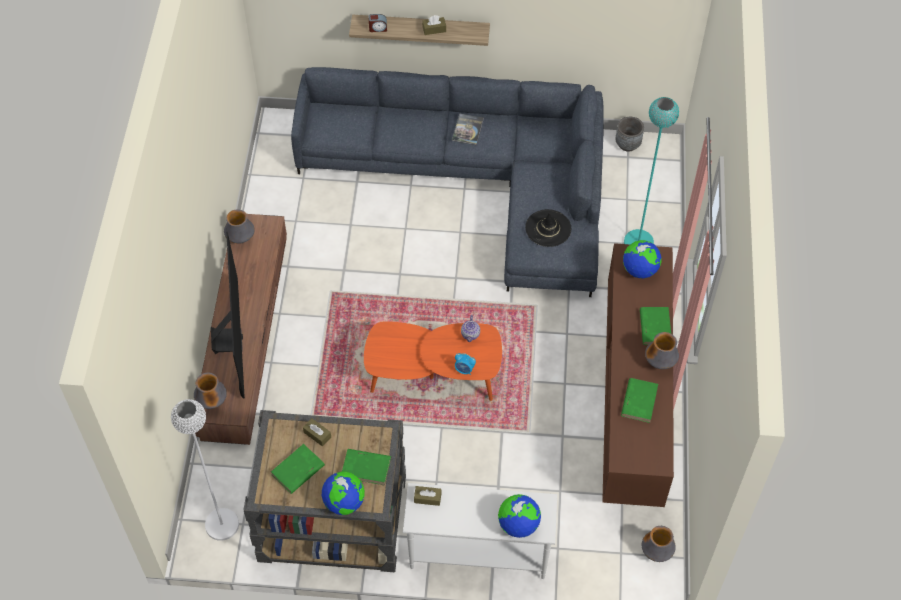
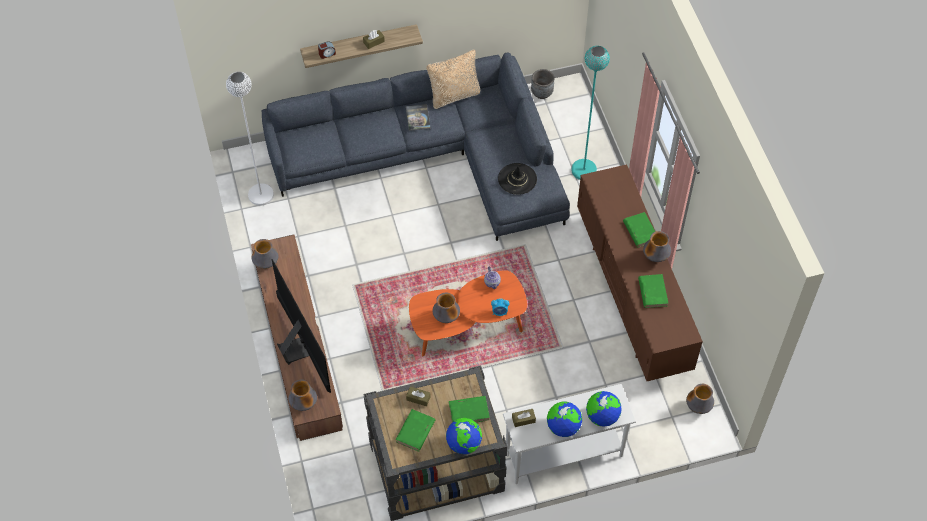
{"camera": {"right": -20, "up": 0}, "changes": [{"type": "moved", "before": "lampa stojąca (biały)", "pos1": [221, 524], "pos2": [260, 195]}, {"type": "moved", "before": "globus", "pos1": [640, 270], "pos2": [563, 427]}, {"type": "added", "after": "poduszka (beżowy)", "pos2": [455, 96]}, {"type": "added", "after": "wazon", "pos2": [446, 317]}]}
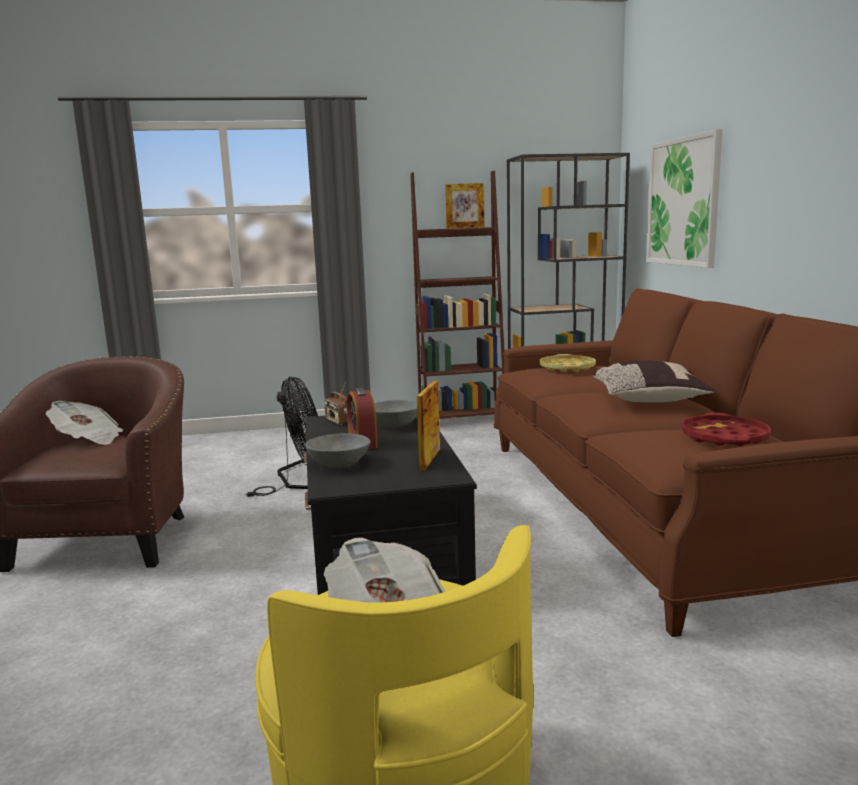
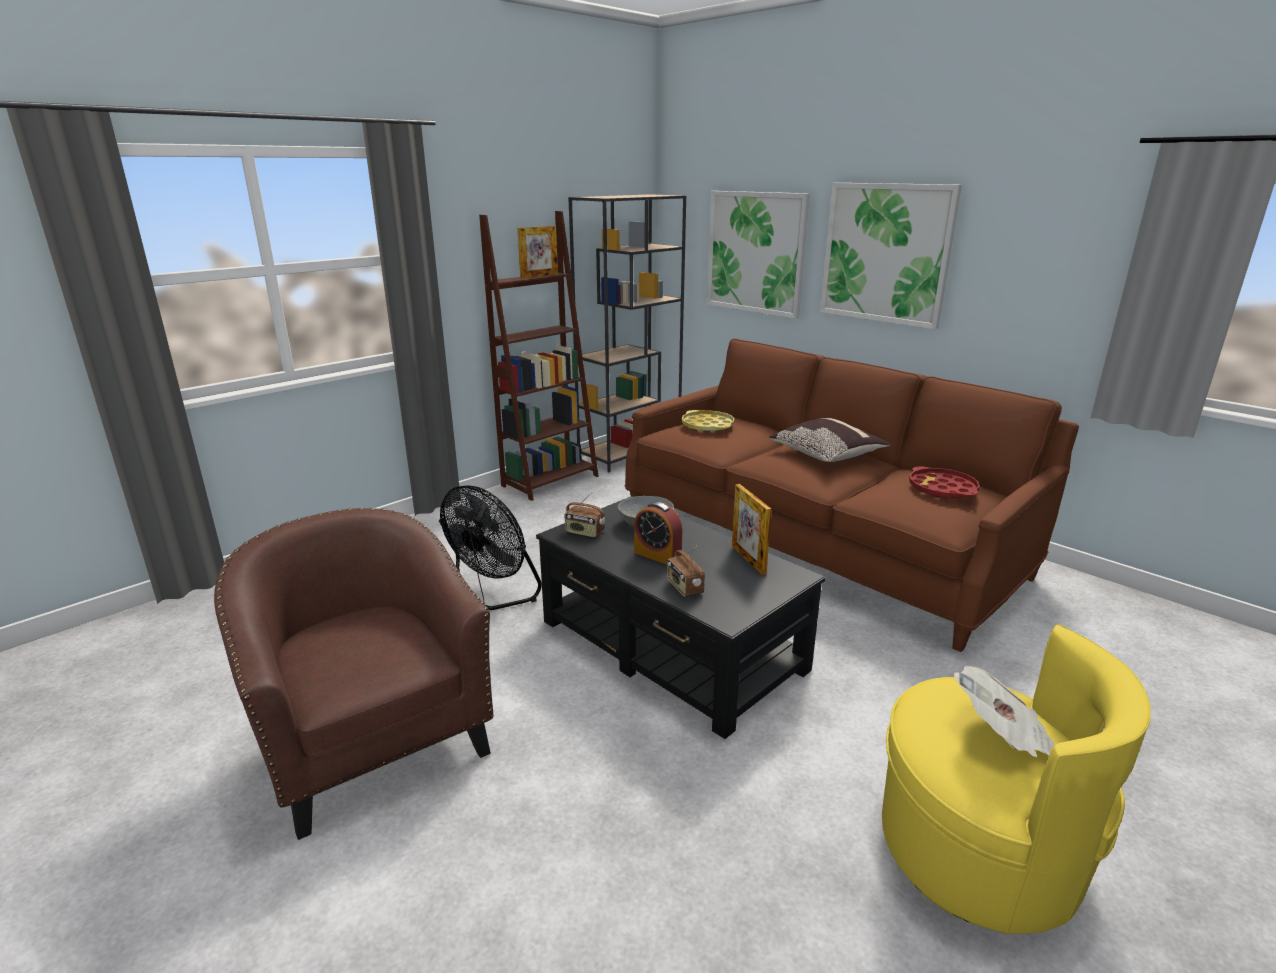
{"camera": {"right": -35, "up": 10}, "changes": [{"type": "removed", "before": "gazeta", "pos1": [88, 439]}, {"type": "replaced", "before": "miska (szary)", "after": "radio", "pos1": [339, 464], "pos2": [684, 587]}, {"type": "added", "after": "obraz", "pos2": [886, 253]}]}
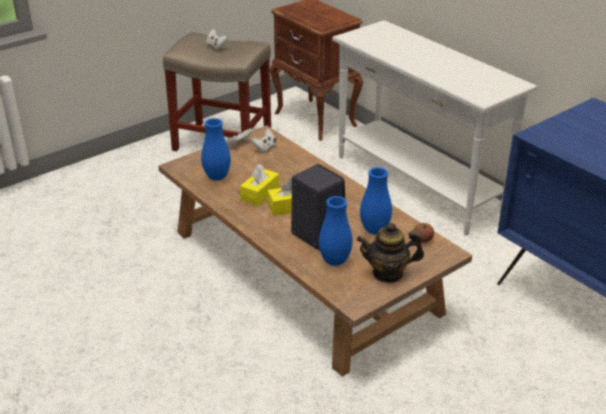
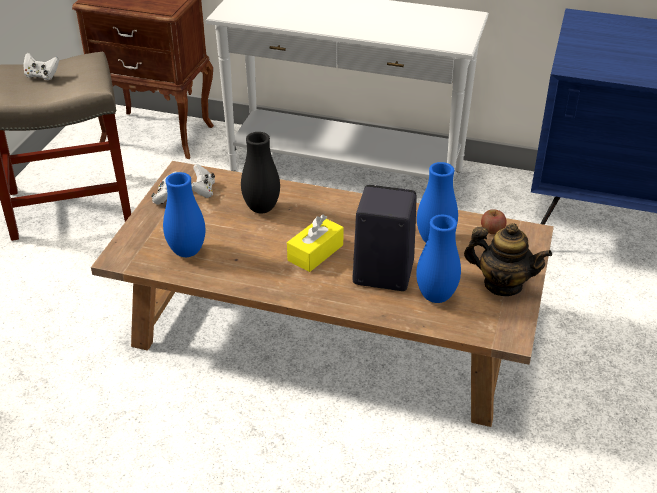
{"camera": {"right": -35, "up": 5}, "changes": [{"type": "removed", "before": "pudełko chusteczek (żółty)", "pos1": [260, 194]}, {"type": "turned", "before": "imbryk", "pos1": [388, 273], "pos2": [502, 284], "turn": -120}, {"type": "added", "after": "wazon (czarny)", "pos2": [261, 208]}]}
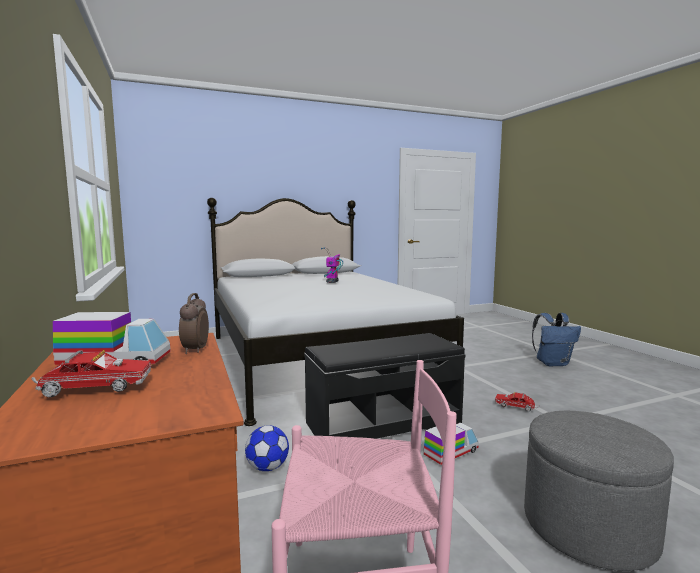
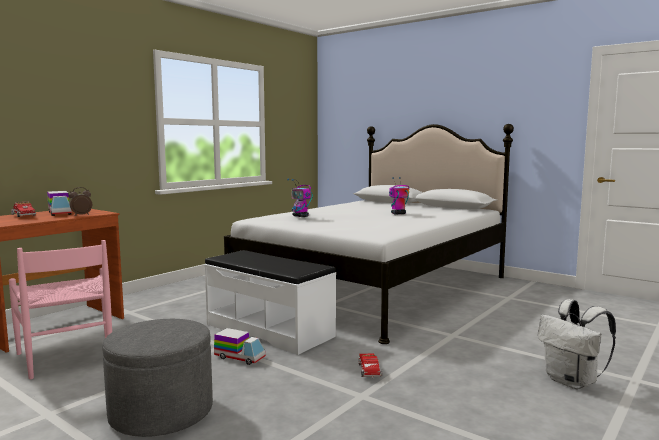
{"camera": {"right": 60, "up": 0}, "changes": [{"type": "removed", "before": "piłka futbolowa", "pos1": [267, 467]}, {"type": "recoloured", "before": "ławka (czarny)", "after": "ławka (biały)", "pos1": [382, 423], "pos2": [270, 330]}, {"type": "recoloured", "before": "plecak (niebieski)", "after": "plecak (biały)", "pos1": [553, 363], "pos2": [572, 382]}, {"type": "added", "after": "robot zabawkowy", "pos2": [300, 216]}]}
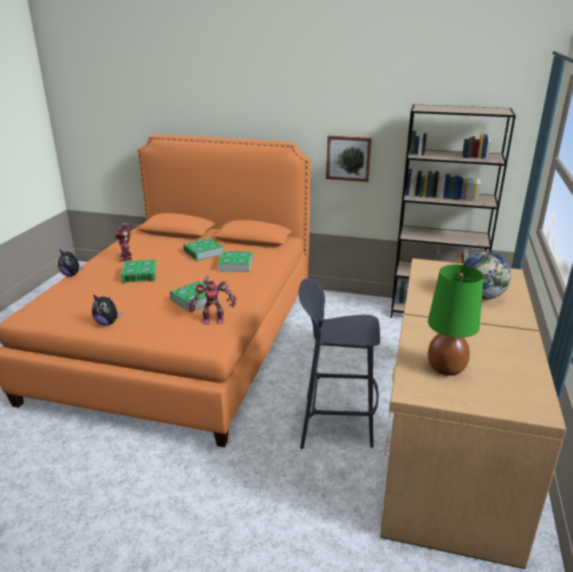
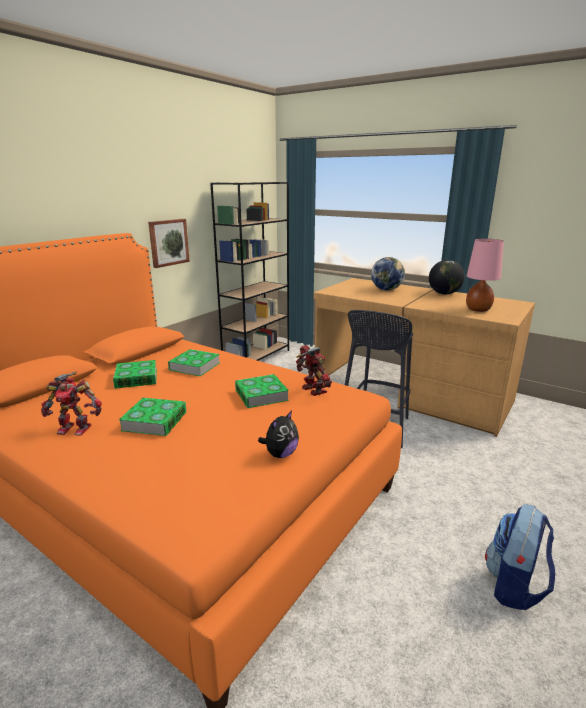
{"camera": {"right": -70, "up": -5}, "changes": [{"type": "removed", "before": "pluszak", "pos1": [71, 275]}, {"type": "turned", "before": "robot zabawkowy", "pos1": [213, 319], "pos2": [312, 390], "turn": -45}, {"type": "recoloured", "before": "lampa stołowa (zielony)", "after": "lampa stołowa (różowy)", "pos1": [446, 368], "pos2": [478, 310]}, {"type": "added", "after": "globus", "pos2": [444, 293]}, {"type": "added", "after": "plecak", "pos2": [514, 586]}]}
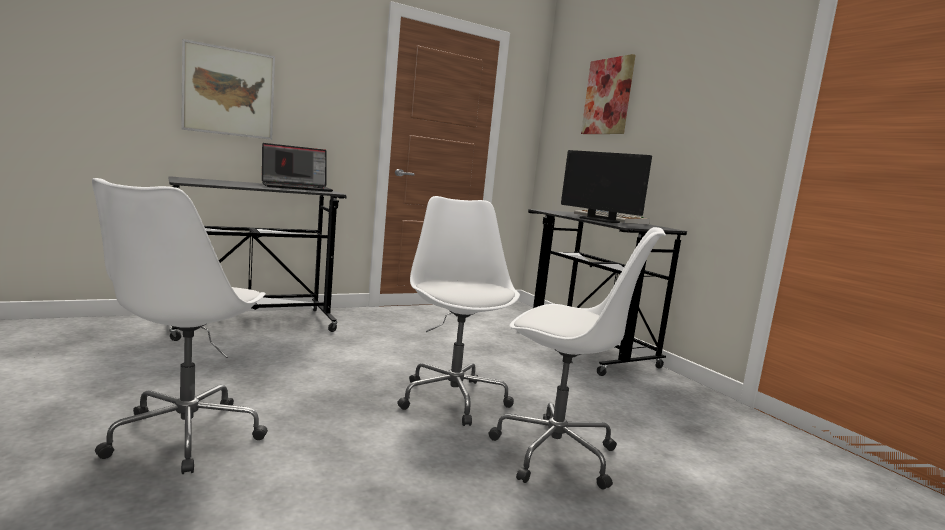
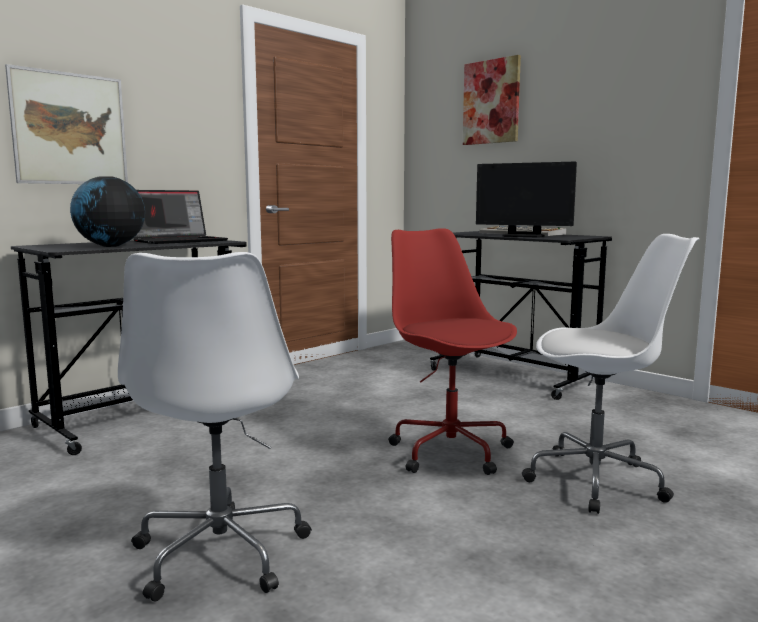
{"camera": {"right": -15, "up": 0}, "changes": [{"type": "recoloured", "before": "krzesło biurowe (biały)", "after": "krzesło biurowe (czerwony)", "pos1": [452, 398], "pos2": [448, 451]}, {"type": "added", "after": "globus", "pos2": [110, 246]}]}
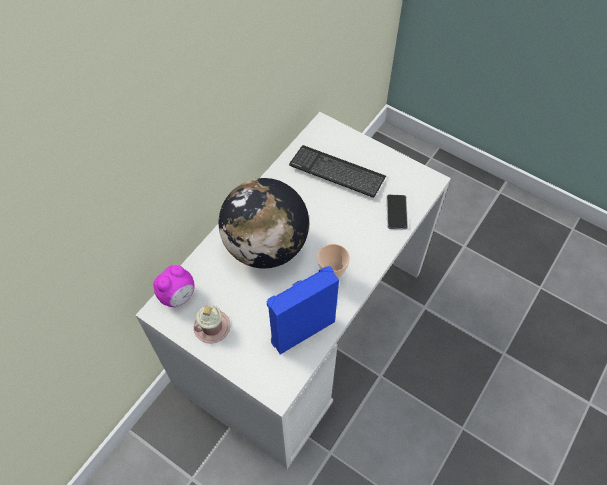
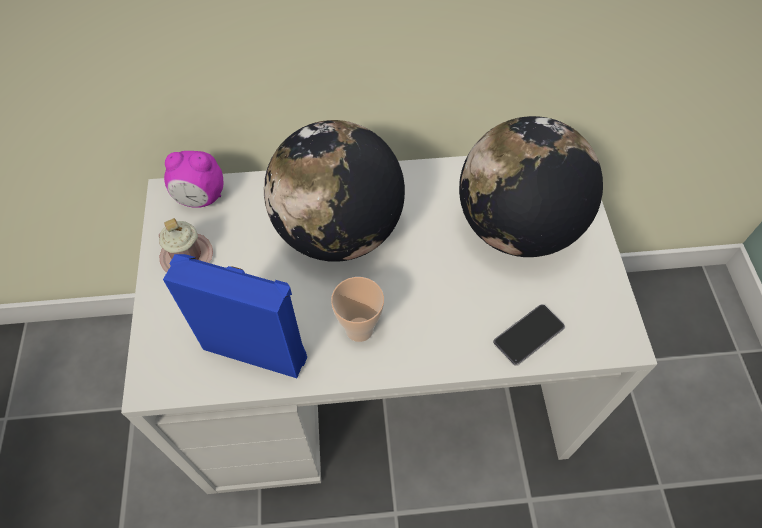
{"camera": {"right": 50, "up": 0}, "changes": [{"type": "replaced", "before": "klawiatura", "after": "globus", "pos1": [337, 172], "pos2": [516, 226]}]}
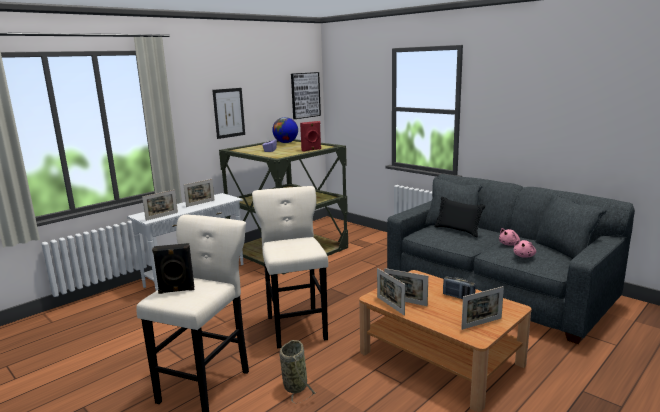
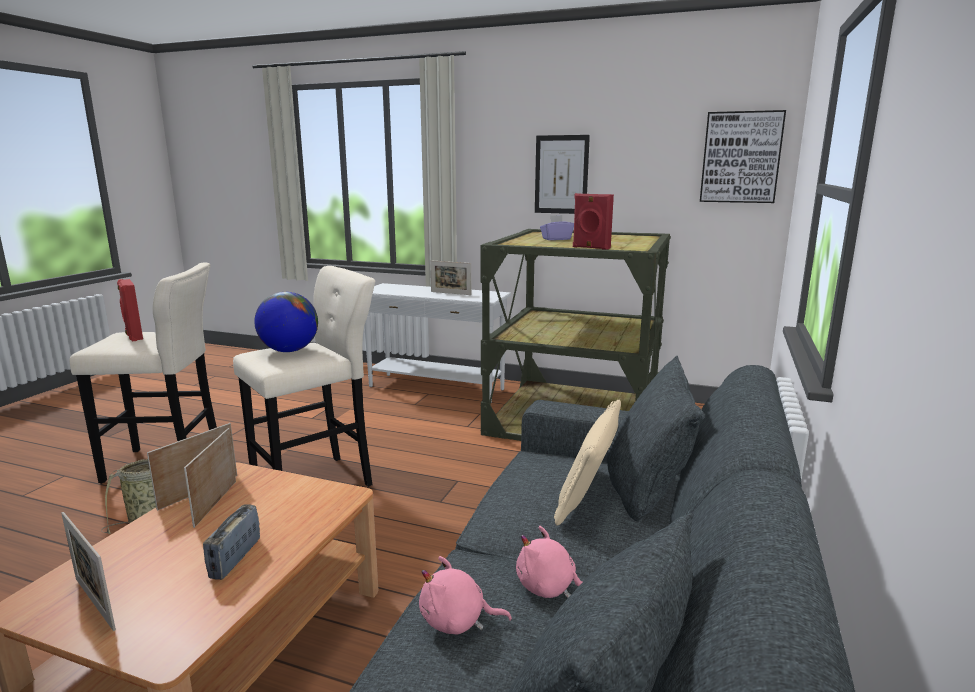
{"camera": {"right": 65, "up": 0}, "changes": [{"type": "removed", "before": "ramka na zdjęcie", "pos1": [162, 216]}, {"type": "recoloured", "before": "głośnik (czarny)", "after": "głośnik (czerwony)", "pos1": [176, 290], "pos2": [133, 336]}, {"type": "moved", "before": "globus", "pos1": [286, 142], "pos2": [289, 350]}, {"type": "recoloured", "before": "poduszka (czarny)", "after": "poduszka (beżowy)", "pos1": [458, 231], "pos2": [587, 495]}]}
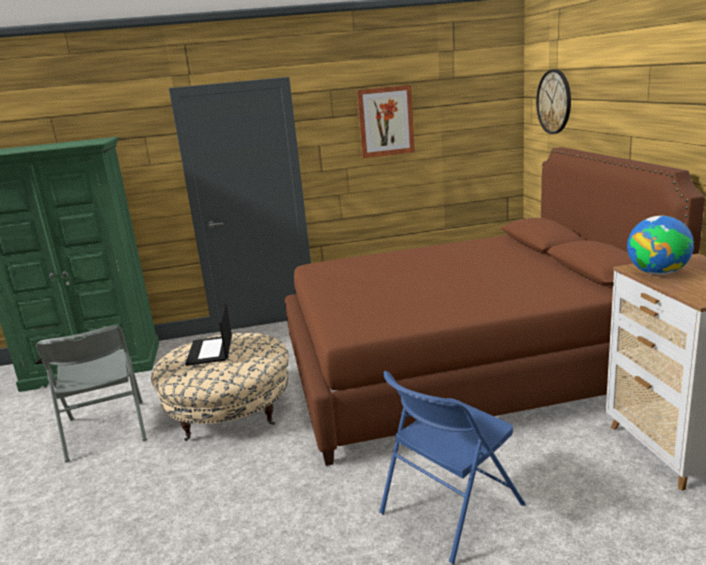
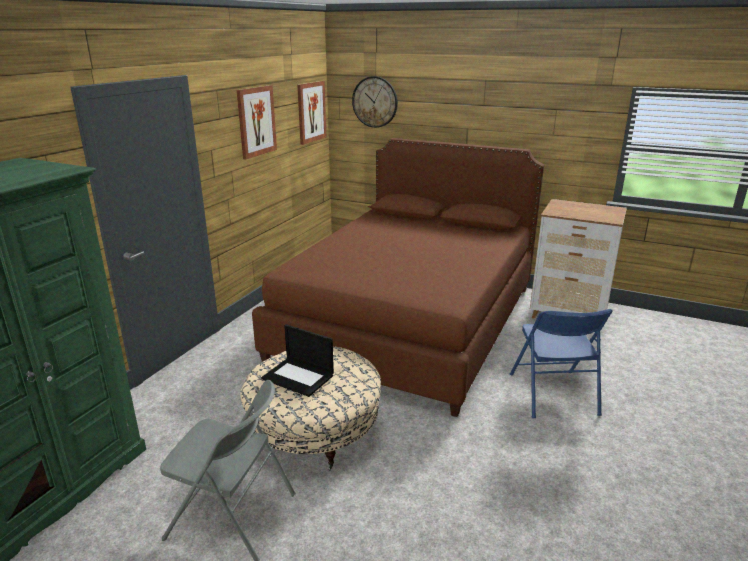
{"camera": {"right": -55, "up": 5}, "changes": [{"type": "removed", "before": "globus", "pos1": [657, 273]}, {"type": "added", "after": "obraz", "pos2": [311, 112]}]}
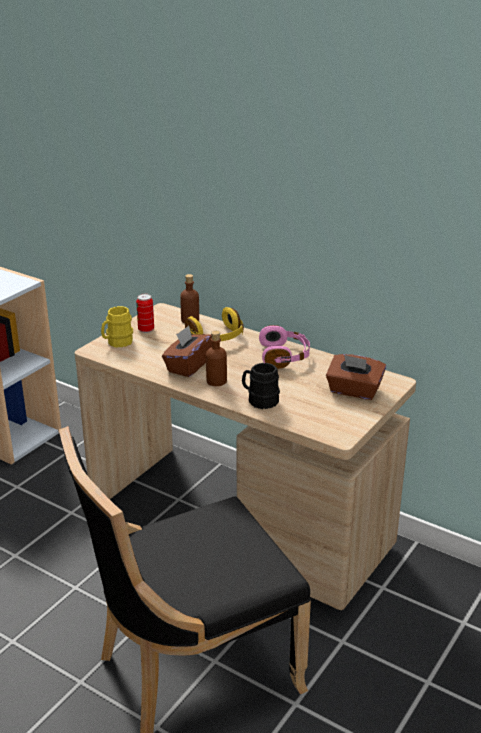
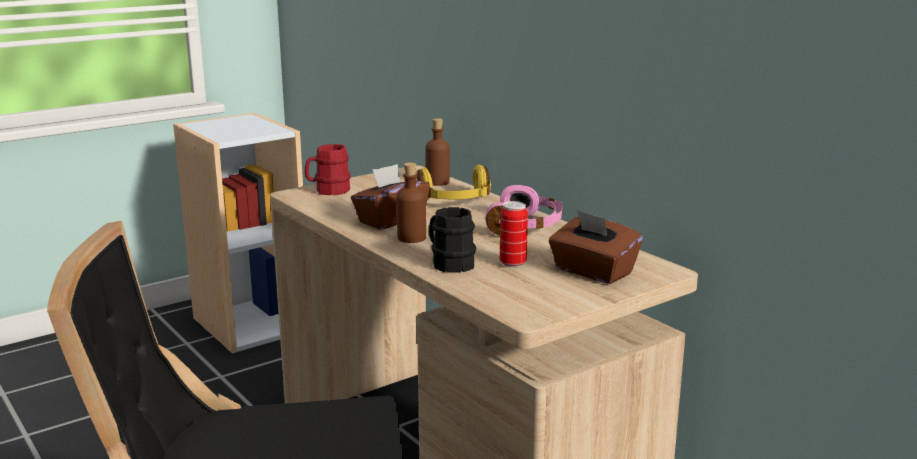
{"camera": {"right": 20, "up": -10}, "changes": [{"type": "recoloured", "before": "kubek (żółty)", "after": "kubek (czerwony)", "pos1": [117, 342], "pos2": [328, 191]}, {"type": "moved", "before": "puszka", "pos1": [146, 330], "pos2": [513, 263]}]}
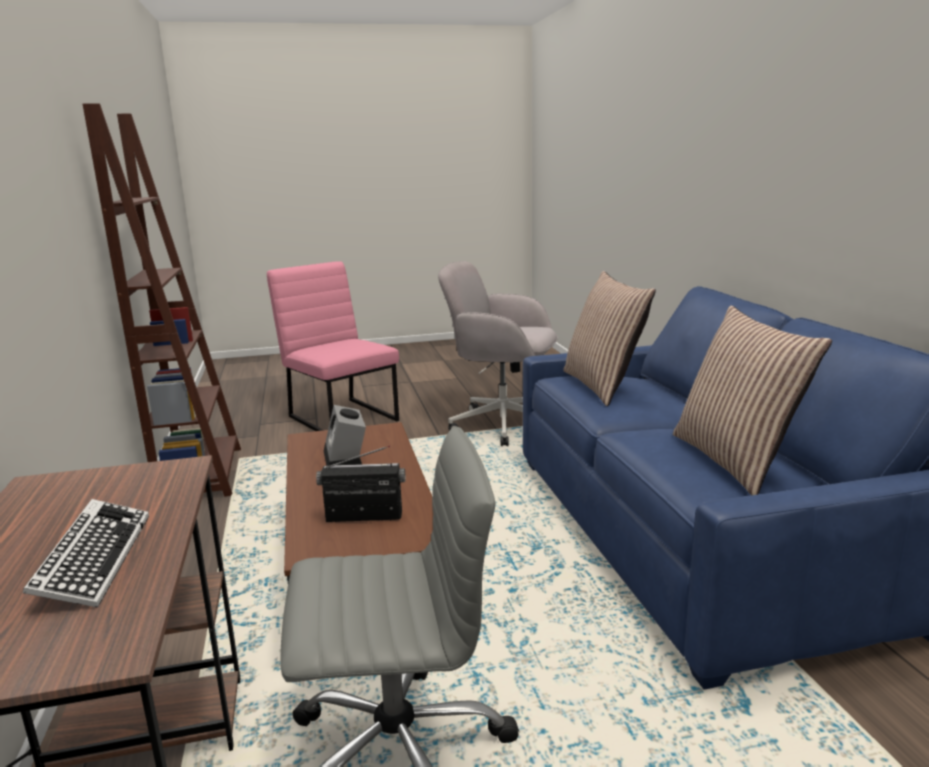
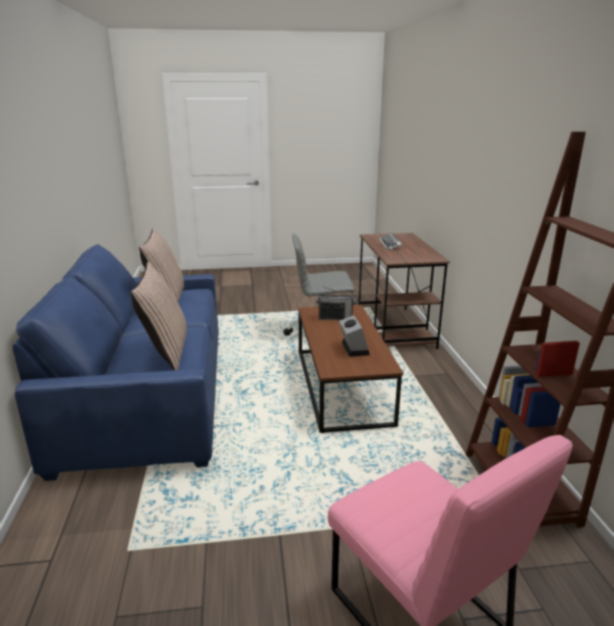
{"camera": {"right": -175, "up": 5}, "changes": [{"type": "removed", "before": "krzesło biurowe (szary)", "pos1": [502, 425]}]}
